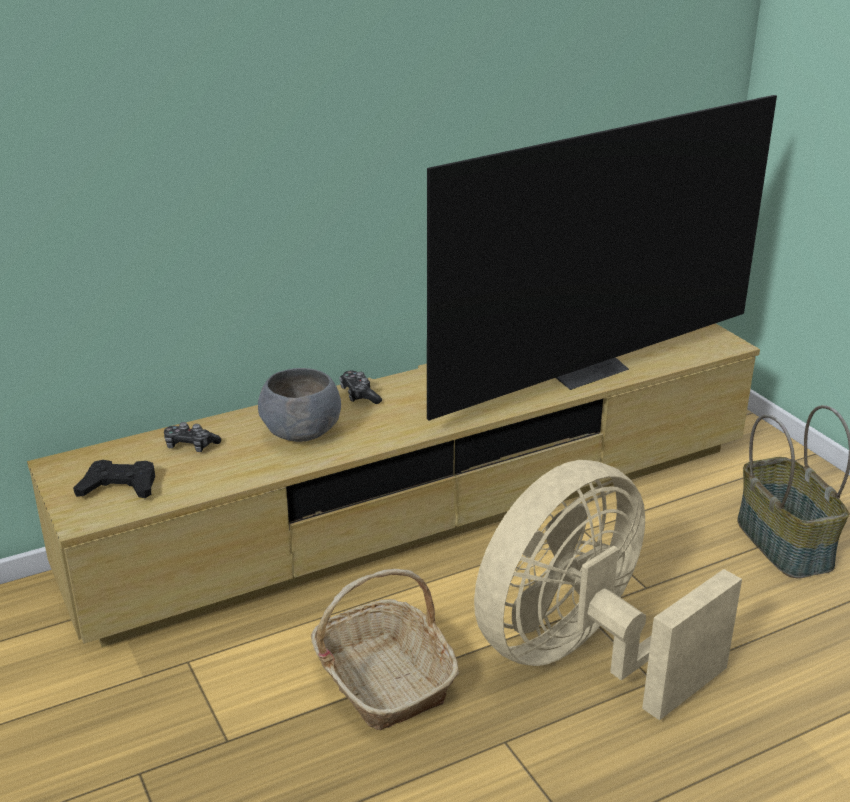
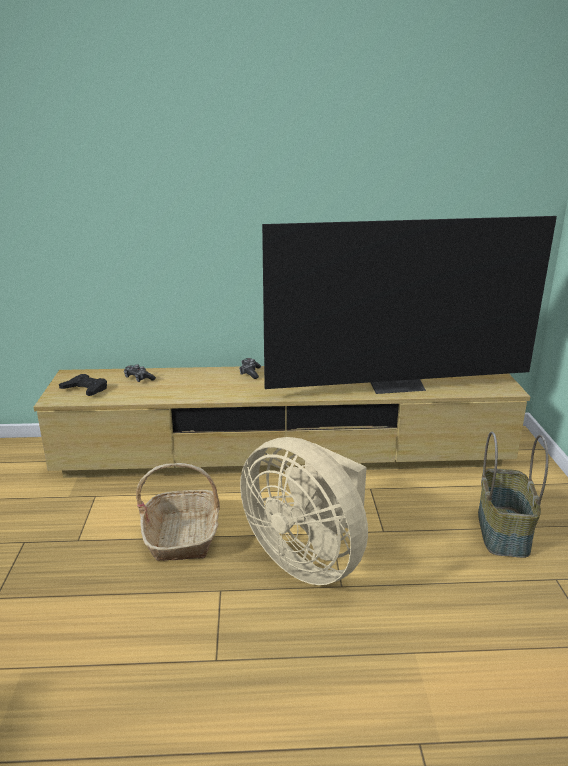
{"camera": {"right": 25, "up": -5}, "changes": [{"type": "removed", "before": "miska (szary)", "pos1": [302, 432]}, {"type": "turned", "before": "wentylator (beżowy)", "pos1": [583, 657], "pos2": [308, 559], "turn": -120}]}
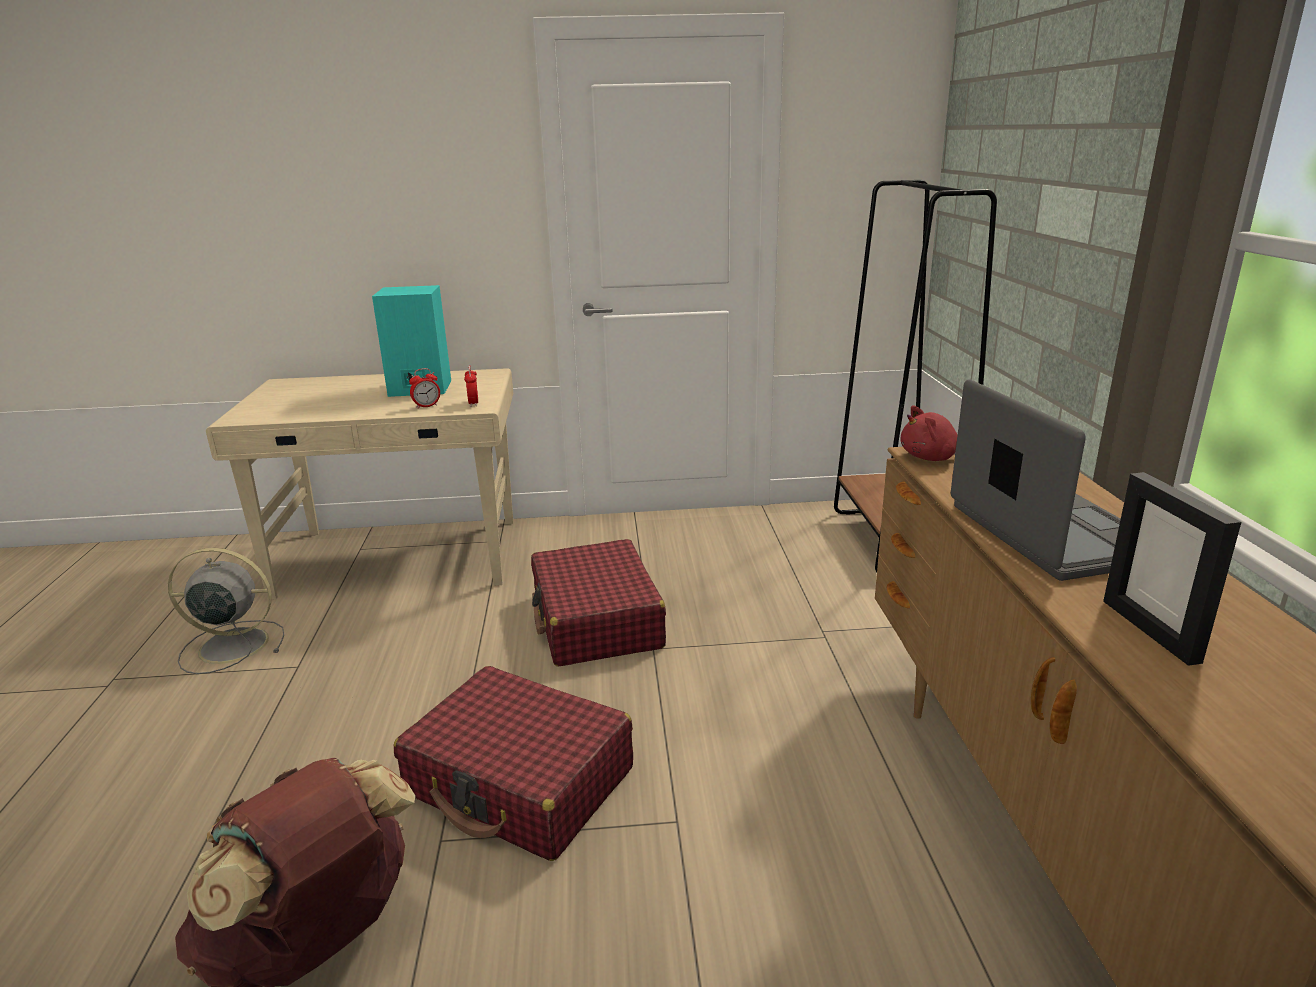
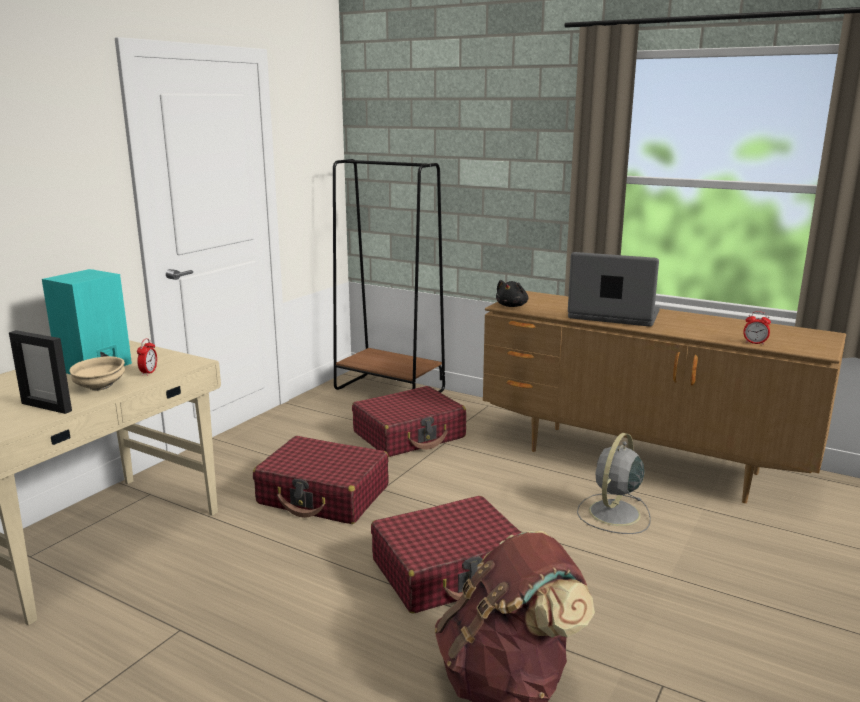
{"camera": {"right": -55, "up": -5}, "changes": [{"type": "moved", "before": "wentylator (szary)", "pos1": [230, 646], "pos2": [613, 514]}, {"type": "moved", "before": "budzik", "pos1": [473, 403], "pos2": [755, 343]}, {"type": "recoloured", "before": "pluszak (czerwony)", "after": "pluszak (czarny)", "pos1": [932, 458], "pos2": [512, 306]}, {"type": "moved", "before": "ramka na zdjęcie", "pos1": [1152, 630], "pos2": [47, 406]}, {"type": "added", "after": "miska (beżowy)", "pos2": [99, 387]}, {"type": "added", "after": "walizka (czerwony)", "pos2": [409, 435]}]}
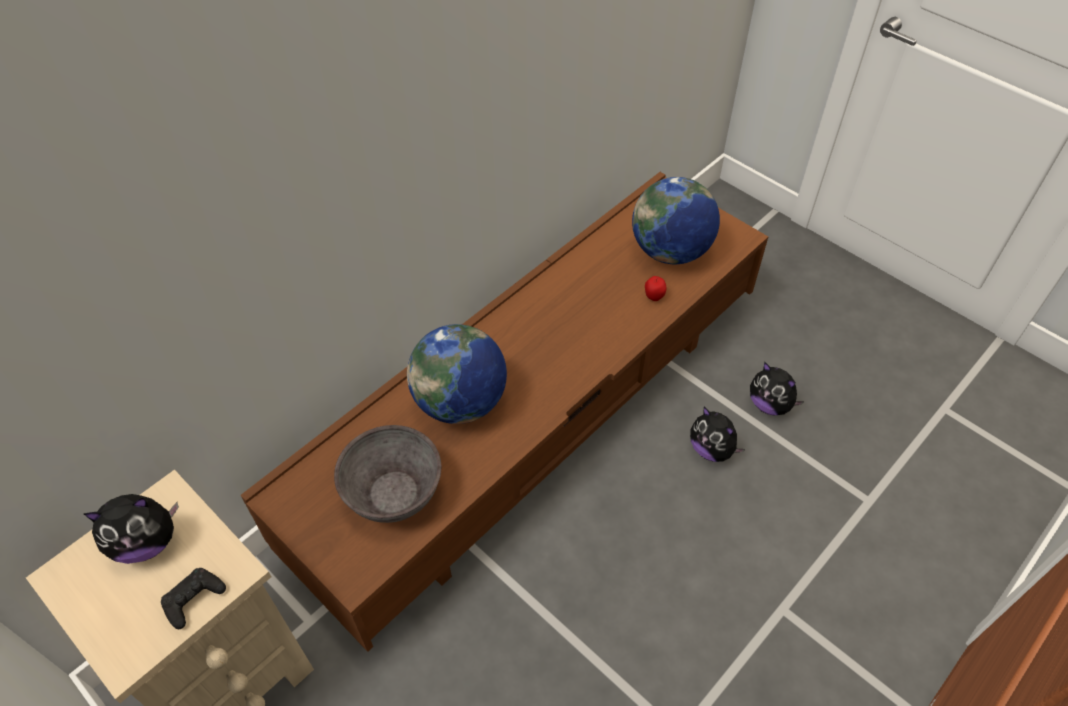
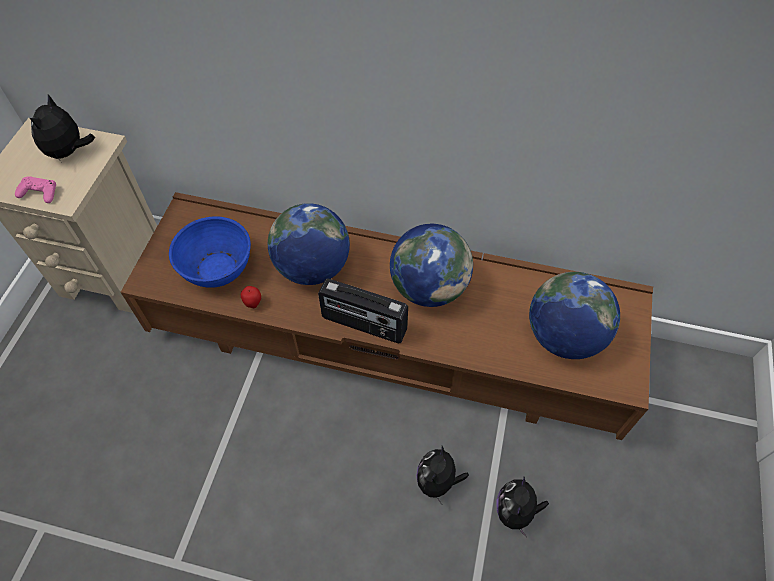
{"camera": {"right": 60, "up": 5}, "changes": [{"type": "turned", "before": "pluszak", "pos1": [147, 542], "pos2": [69, 152], "turn": 60}, {"type": "recoloured", "before": "pad do gier (czarny)", "after": "pad do gier (różowy)", "pos1": [193, 599], "pos2": [39, 193]}, {"type": "recoloured", "before": "miska (szary)", "after": "miska (niebieski)", "pos1": [394, 492], "pos2": [218, 268]}, {"type": "moved", "before": "jabłko", "pos1": [654, 297], "pos2": [253, 303]}, {"type": "added", "after": "radio", "pos2": [363, 325]}, {"type": "added", "after": "globus", "pos2": [429, 287]}]}
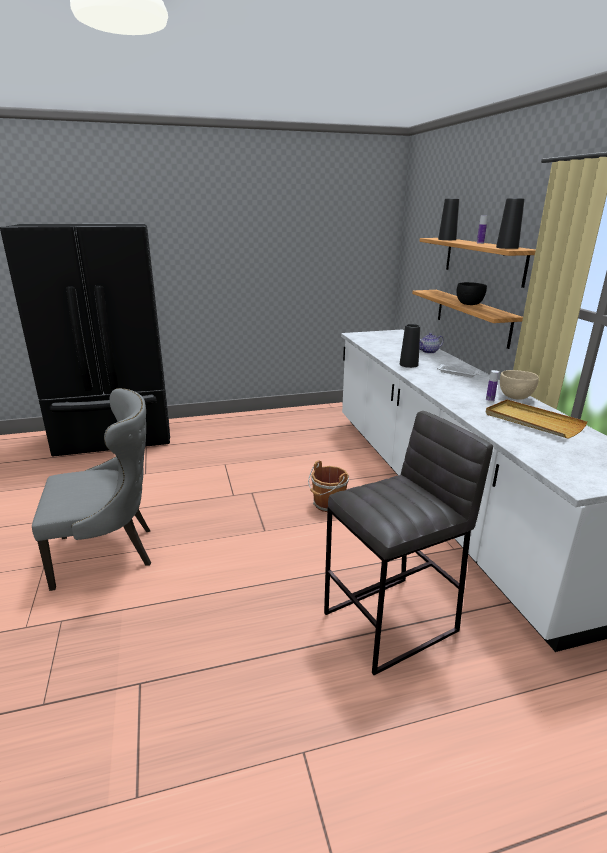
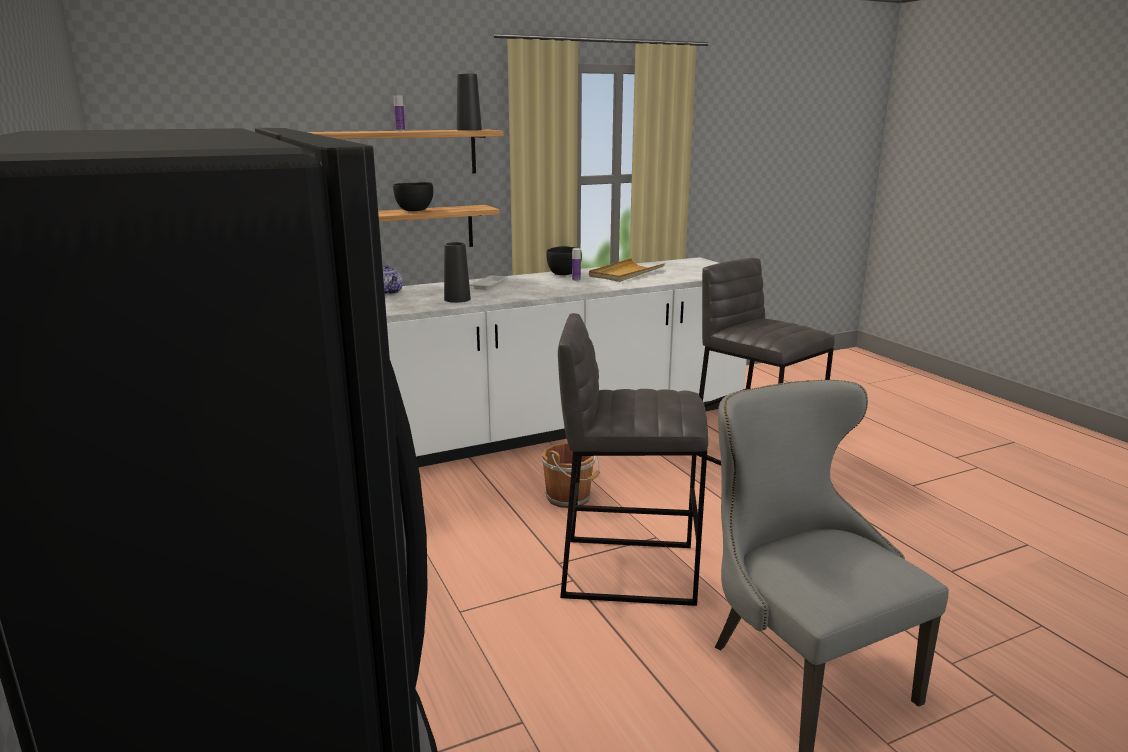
{"camera": {"right": -100, "up": -5}, "changes": [{"type": "removed", "before": "wazon (czarny)", "pos1": [447, 239]}, {"type": "recoloured", "before": "miska (beżowy)", "after": "miska (czarny)", "pos1": [515, 397], "pos2": [564, 274]}, {"type": "added", "after": "stołek (szary)", "pos2": [627, 569]}]}
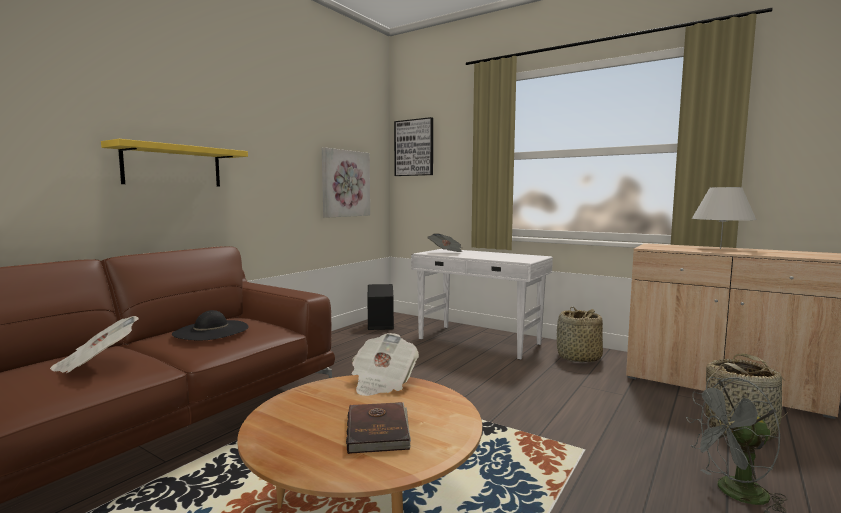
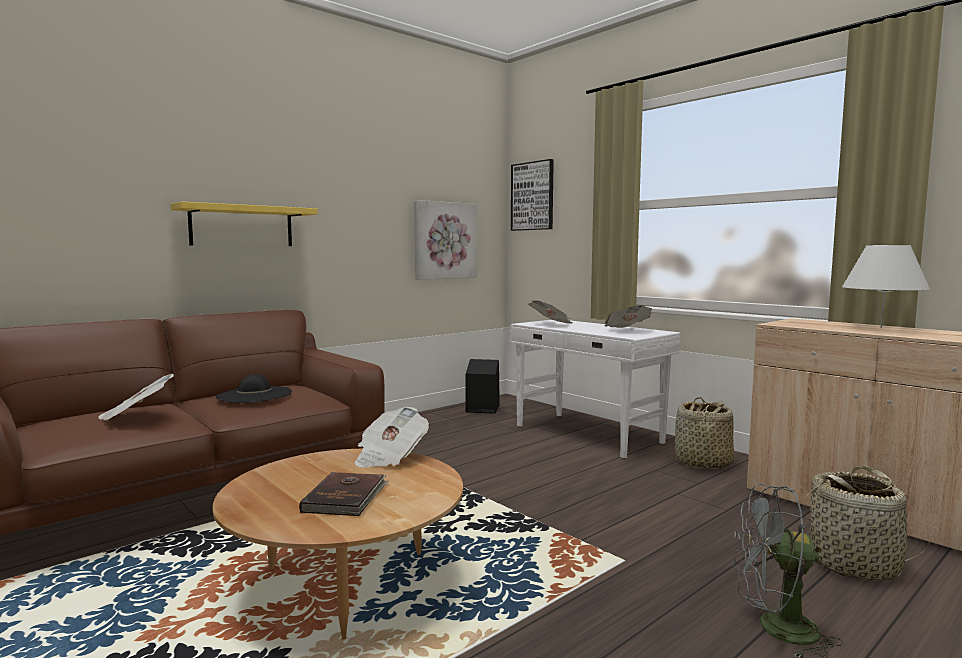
{"camera": {"right": 15, "up": 0}, "changes": [{"type": "added", "after": "gazeta", "pos2": [627, 330]}]}
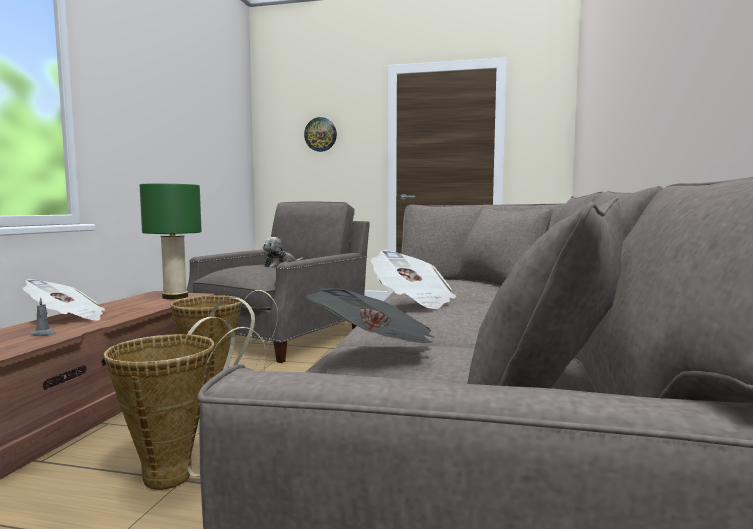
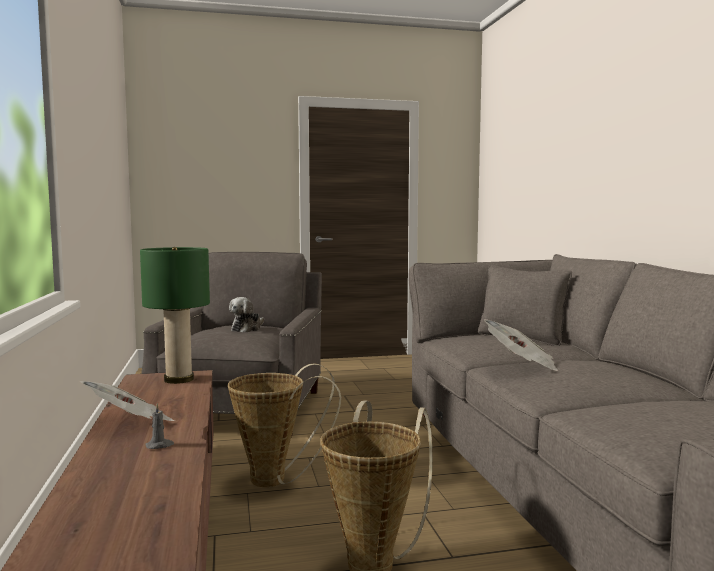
{"camera": {"right": -25, "up": 0}, "changes": [{"type": "removed", "before": "zegar ścienny", "pos1": [320, 134]}, {"type": "removed", "before": "gazeta", "pos1": [377, 354]}]}
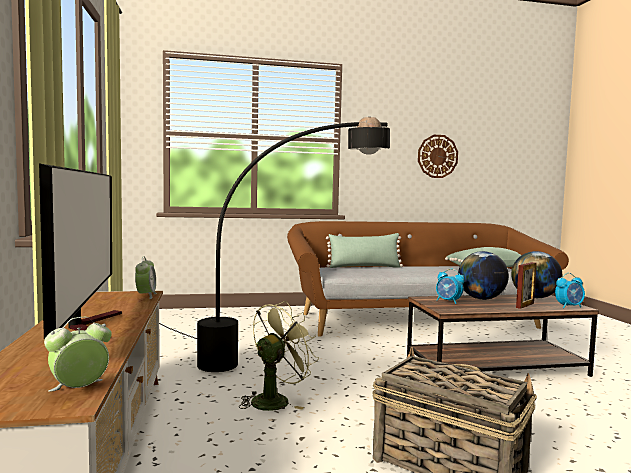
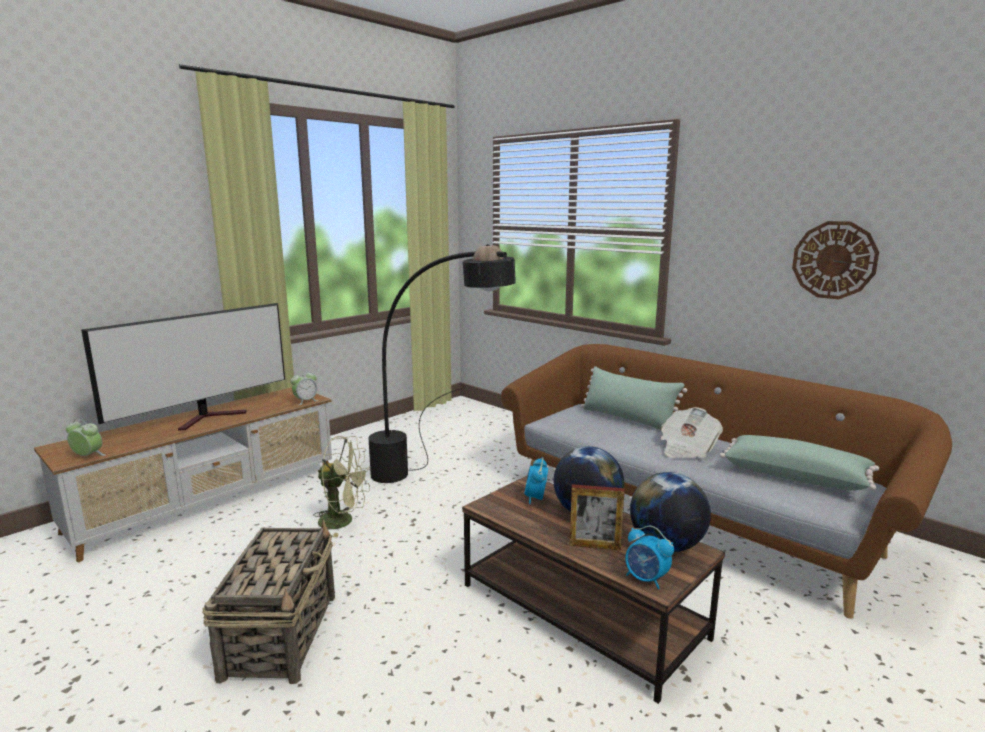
{"camera": {"right": 55, "up": 10}, "changes": [{"type": "added", "after": "gazeta", "pos2": [687, 449]}]}
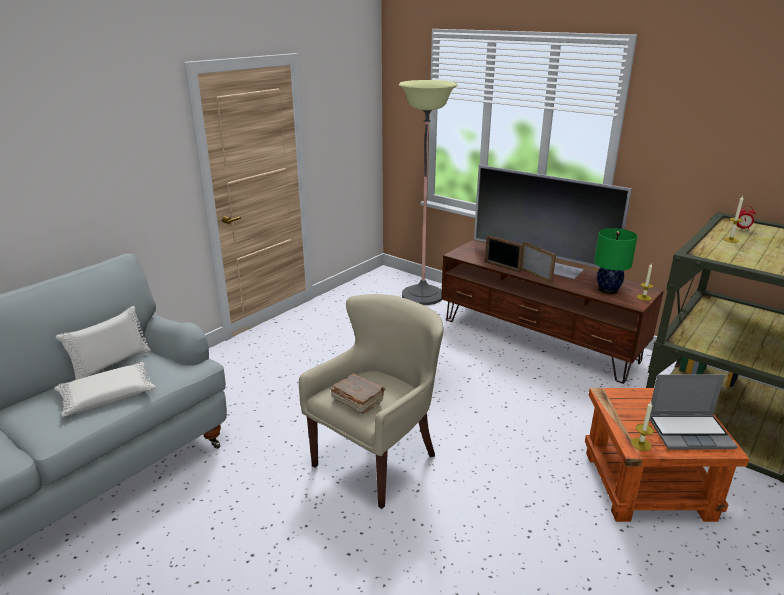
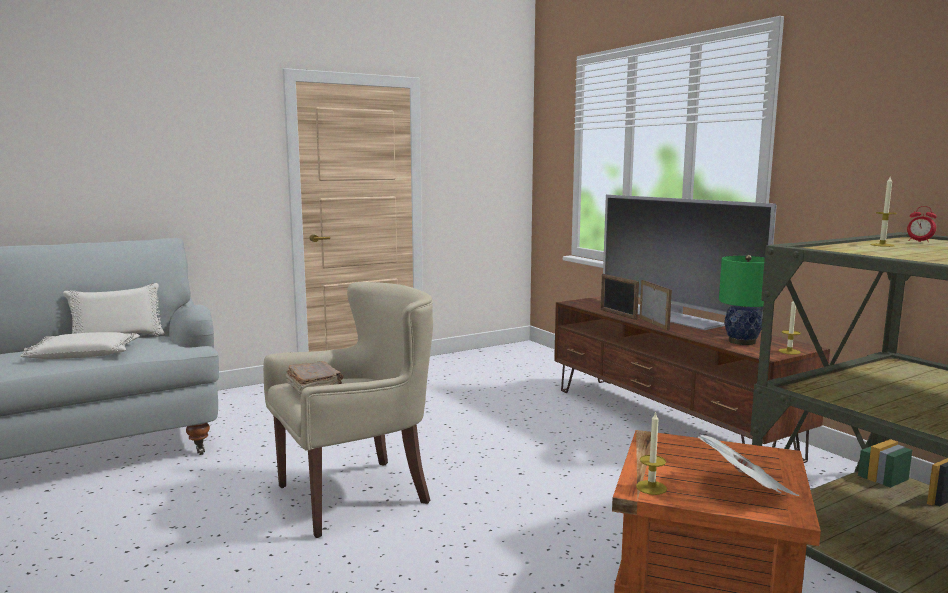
{"camera": {"right": 20, "up": -15}, "changes": [{"type": "removed", "before": "lampa stojąca", "pos1": [422, 295]}, {"type": "replaced", "before": "laptop", "after": "gazeta", "pos1": [690, 432], "pos2": [744, 489]}]}
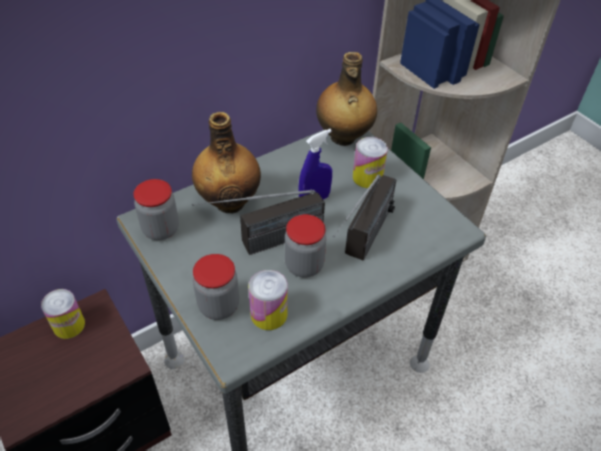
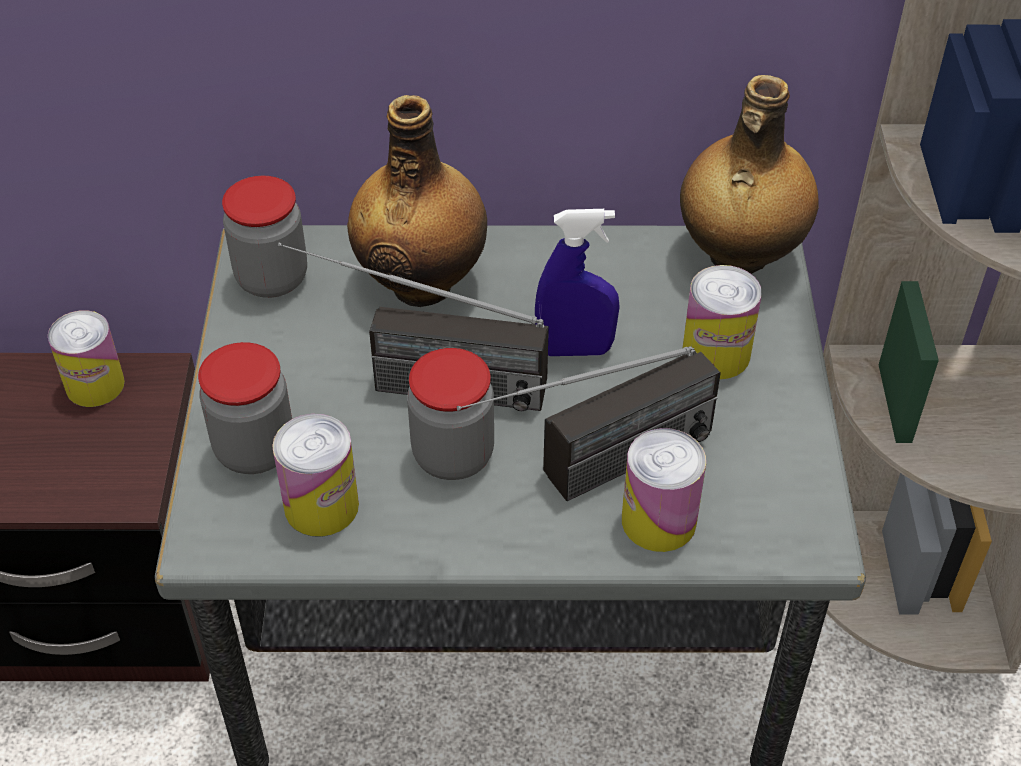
{"camera": {"right": 35, "up": 0}, "changes": [{"type": "added", "after": "puszka", "pos2": [658, 521]}]}
